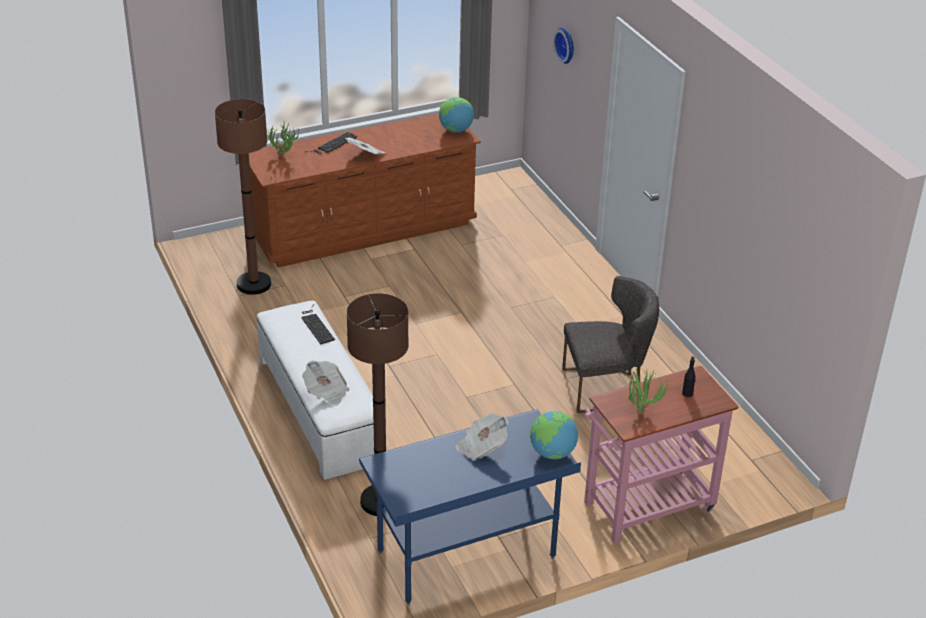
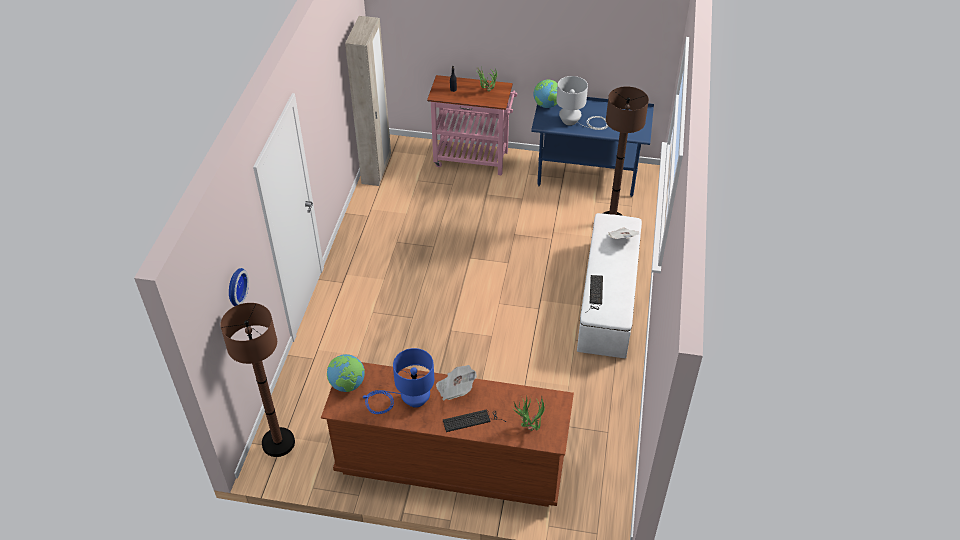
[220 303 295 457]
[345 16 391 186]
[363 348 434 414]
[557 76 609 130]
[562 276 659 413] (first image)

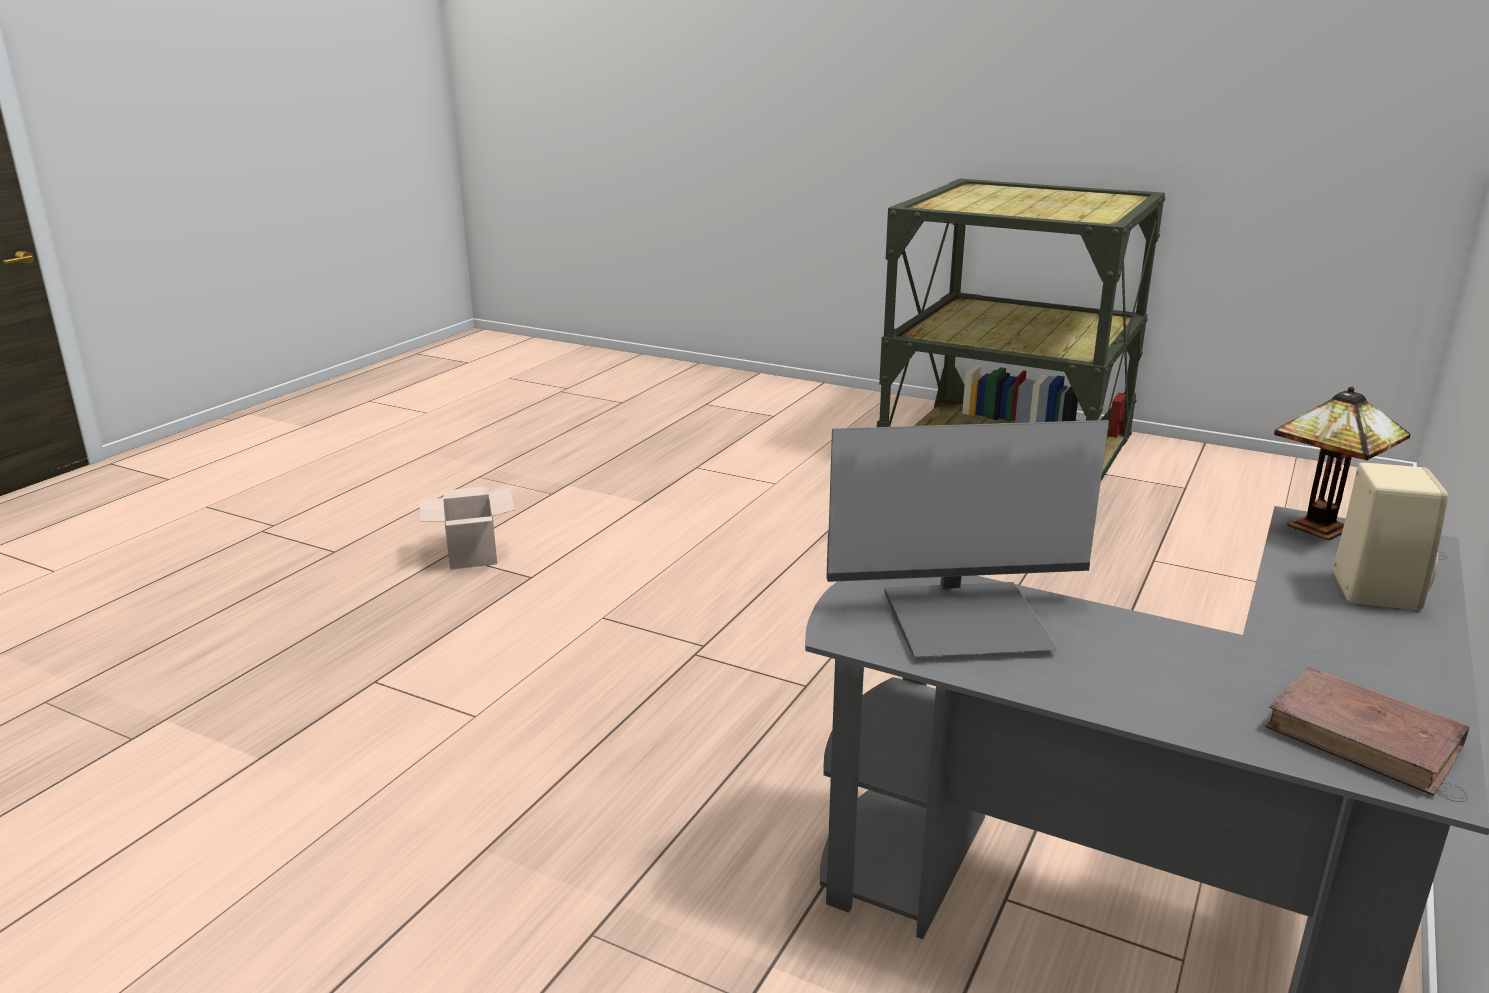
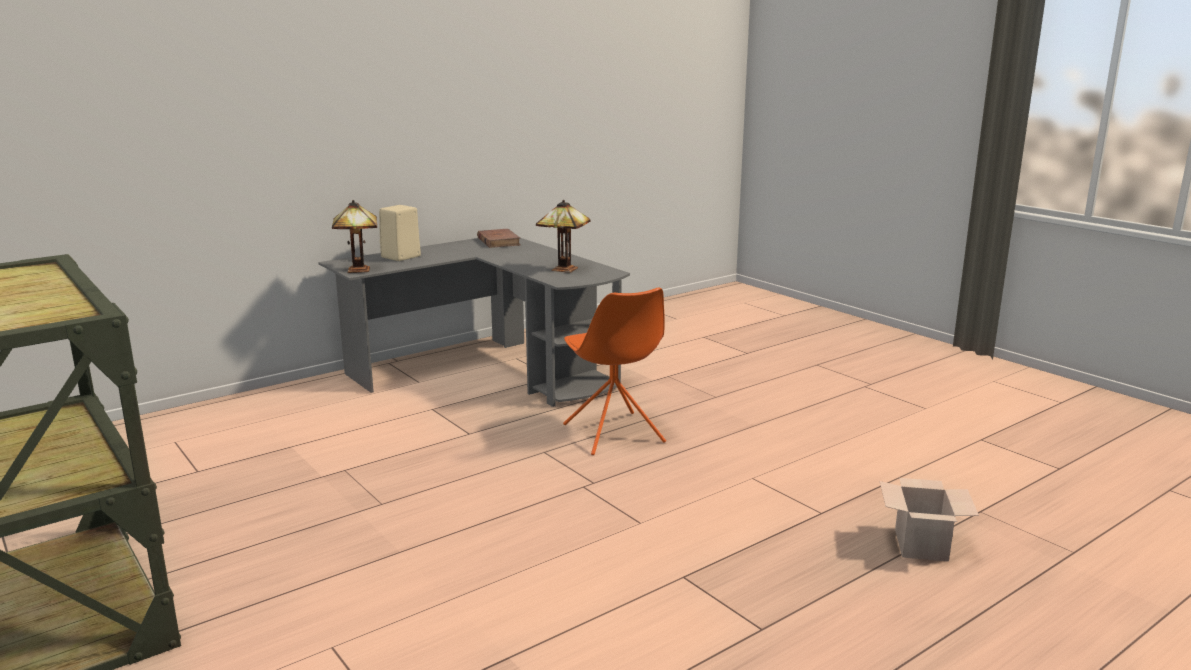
[536 200 591 273]
[563 288 666 455]
[879 478 979 562]

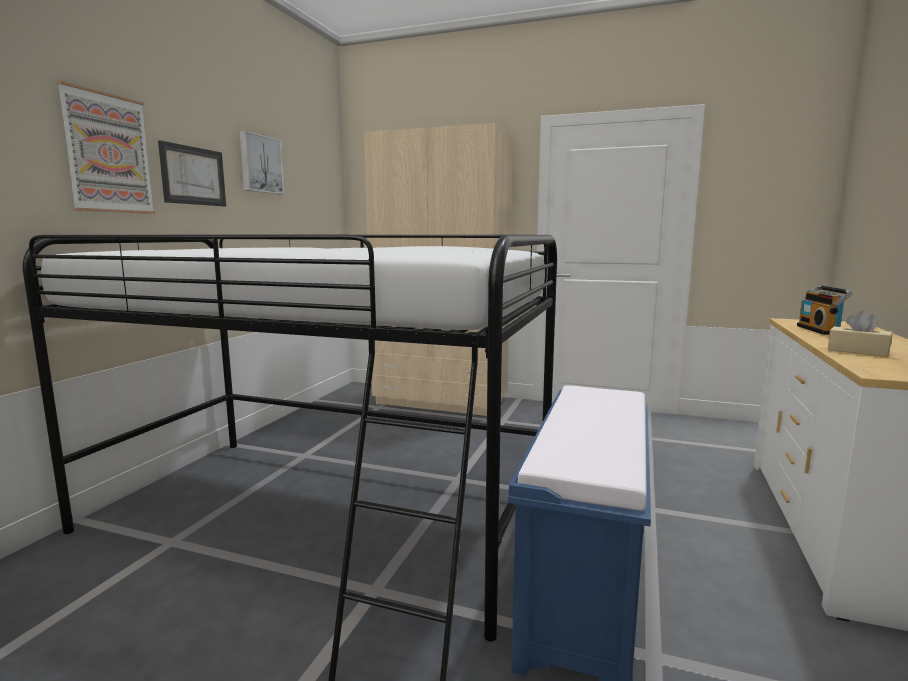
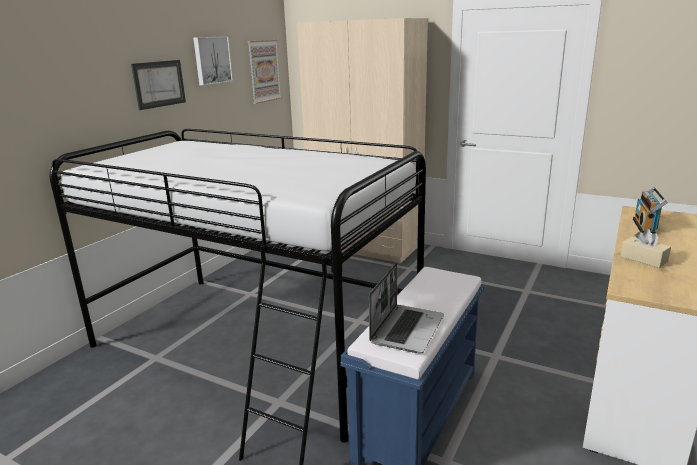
[247 40 282 104]
[369 263 444 353]

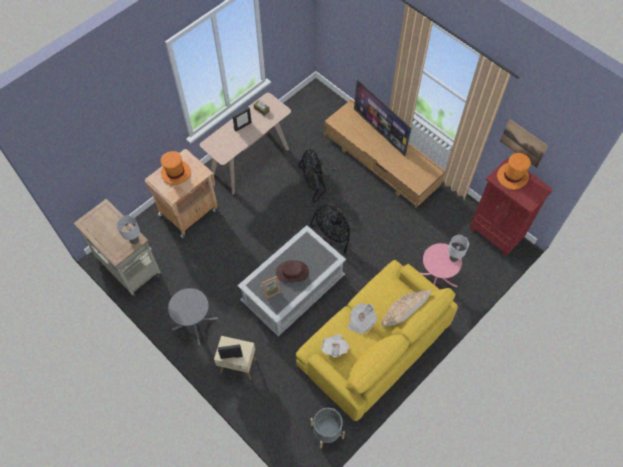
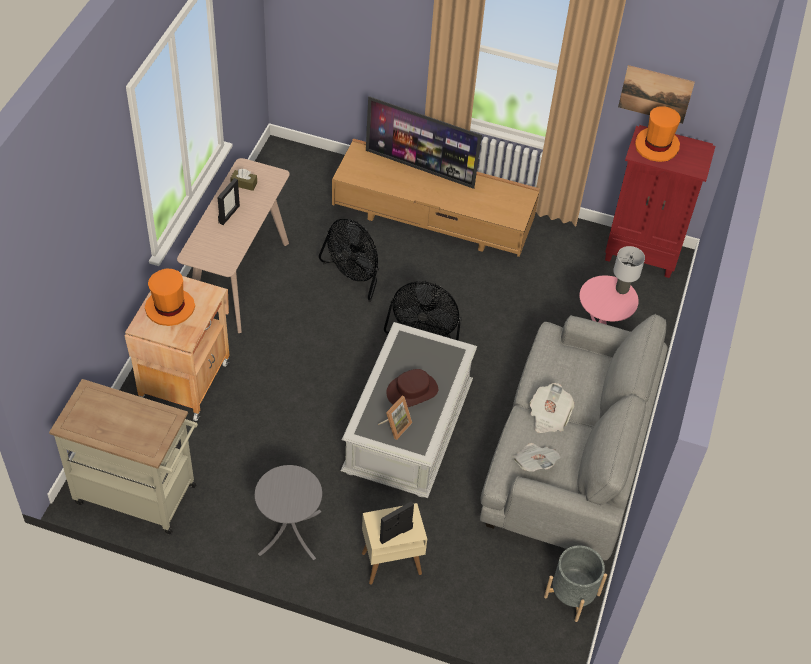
[480 314 668 561]
[117 215 140 244] (first image)
[382 290 432 326] (first image)

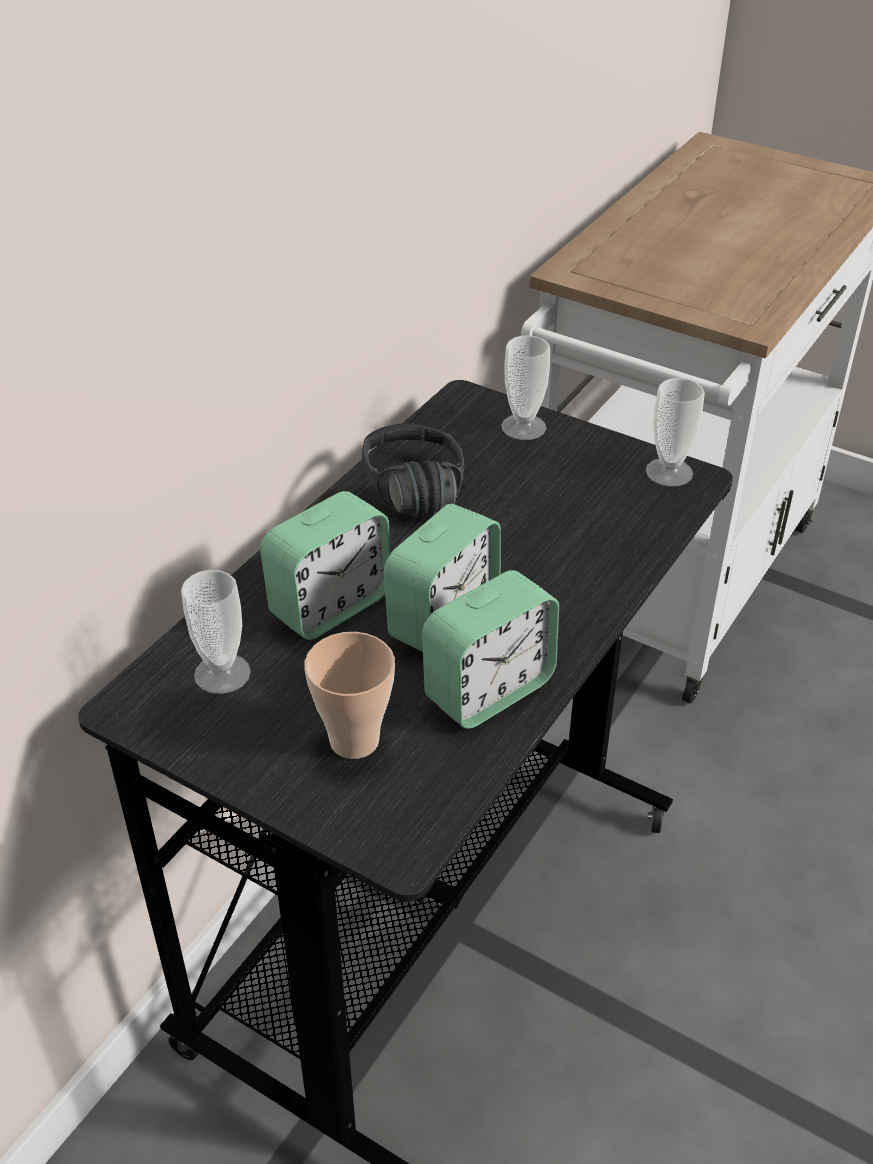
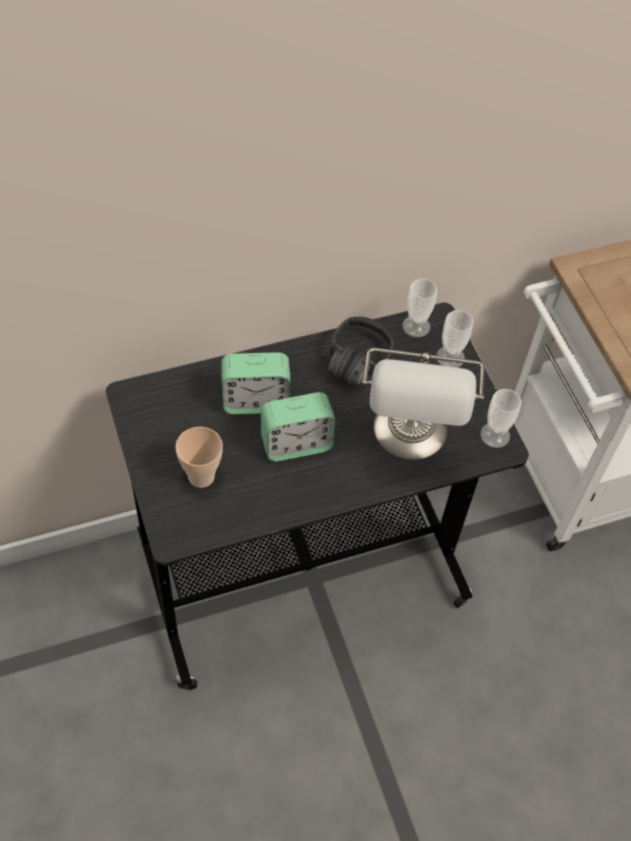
[362 348 485 460]
[403 279 437 337]
[422 570 559 729] (first image)

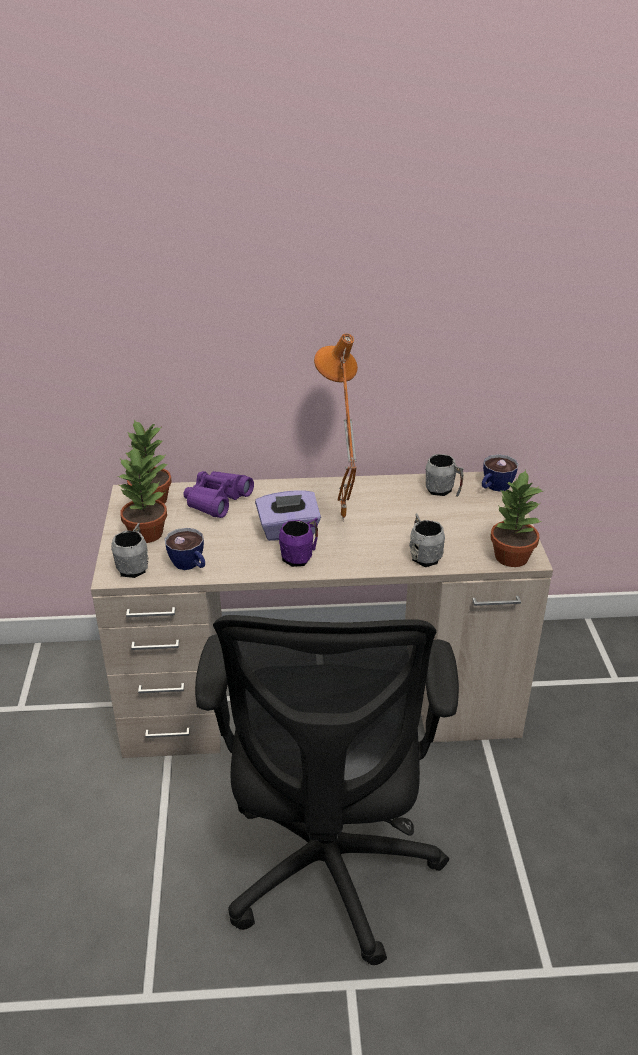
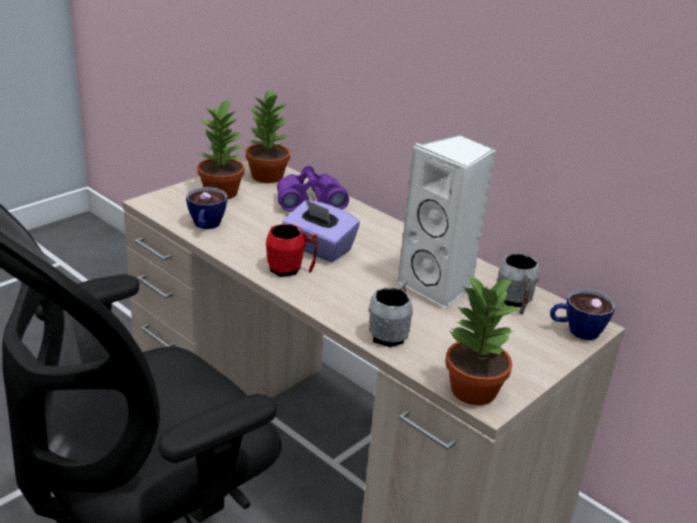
[266 224 318 277]
[398 135 496 309]
[111 523 149 578] (first image)
[314 333 358 522] (first image)

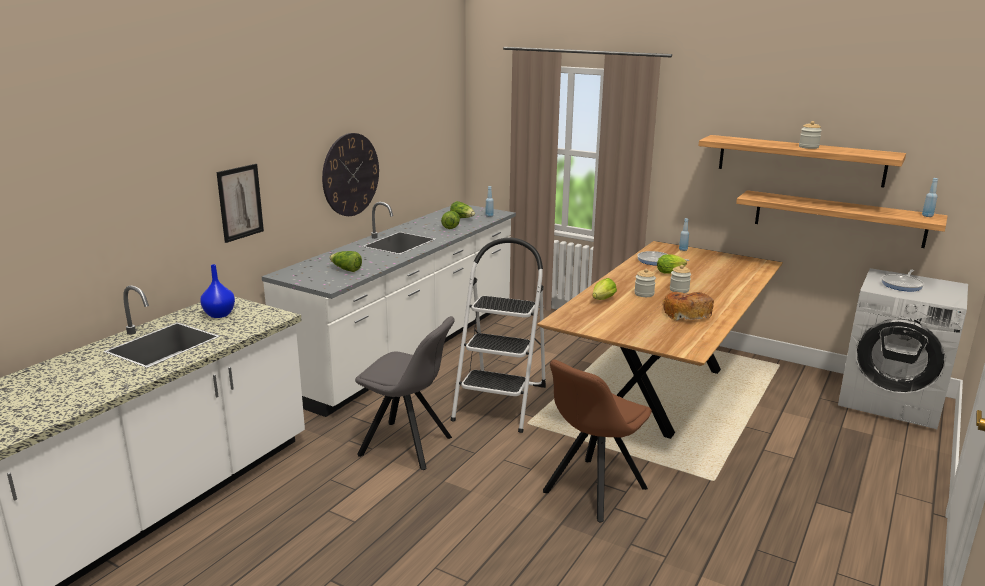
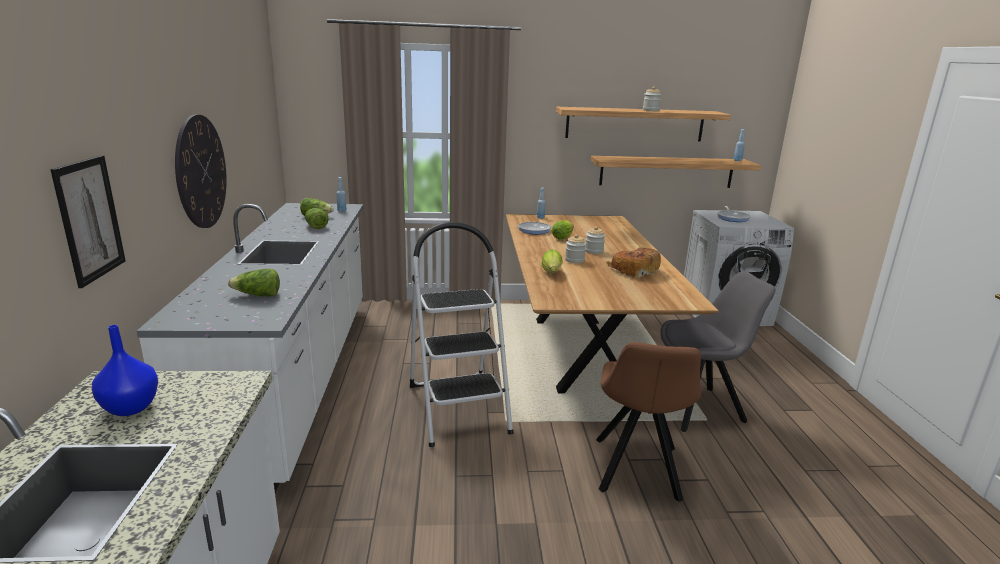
[660 271 776 432]

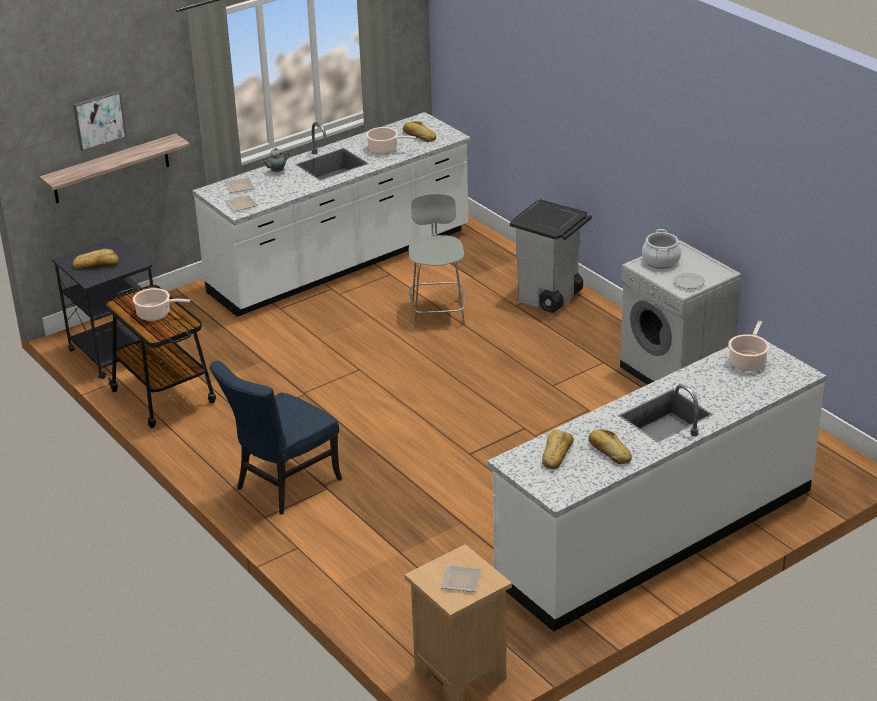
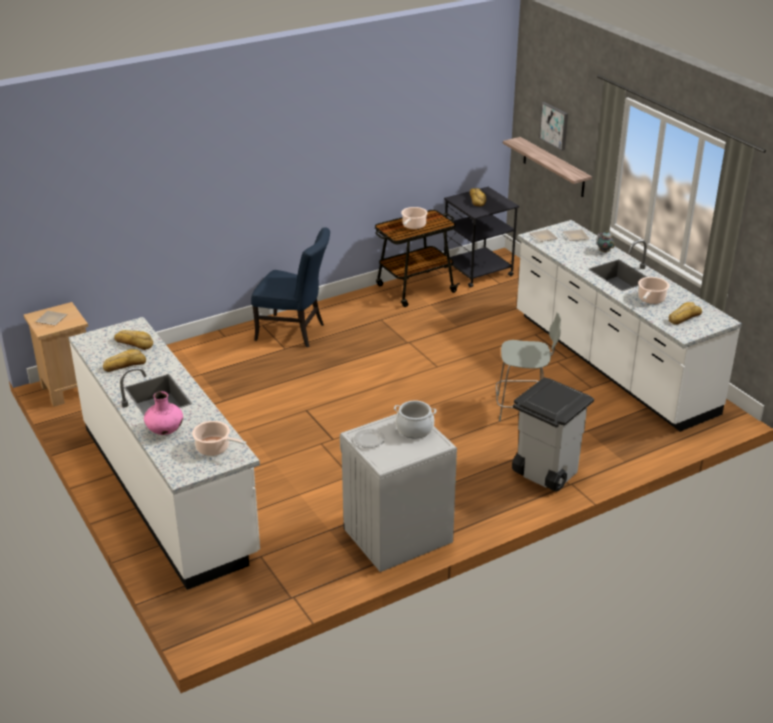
[144 391 183 435]
[251 227 330 347]

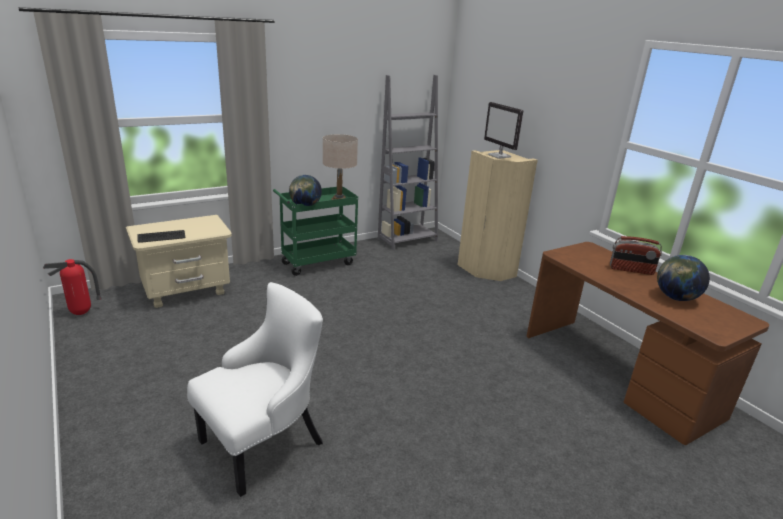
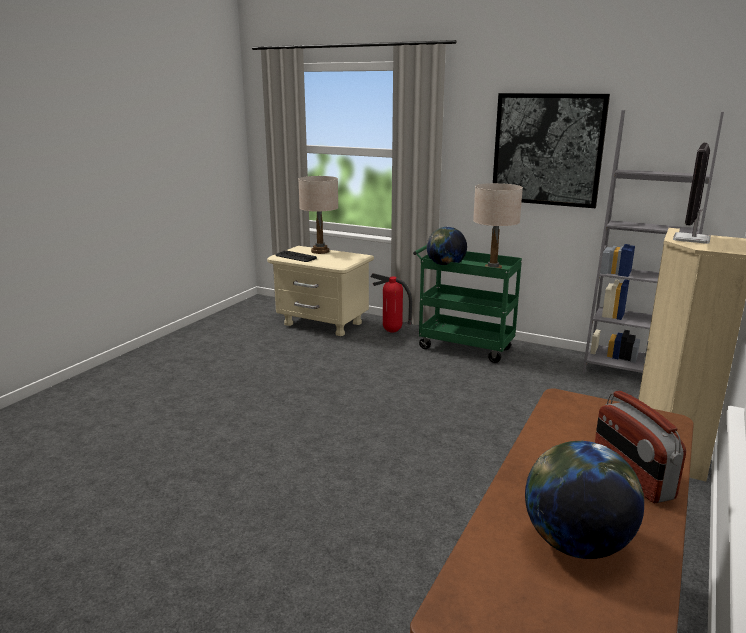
[298 176 339 254]
[371 273 412 333]
[493 93 610 208]
[187 282 323 497] (first image)

